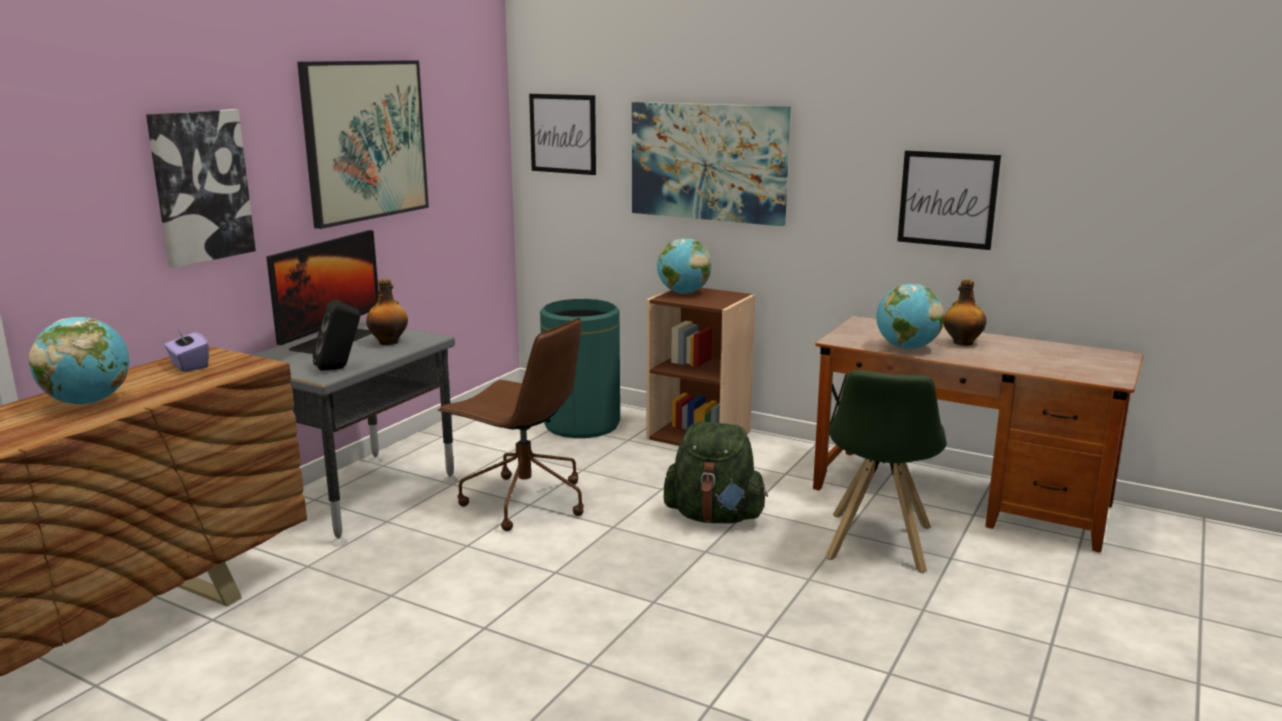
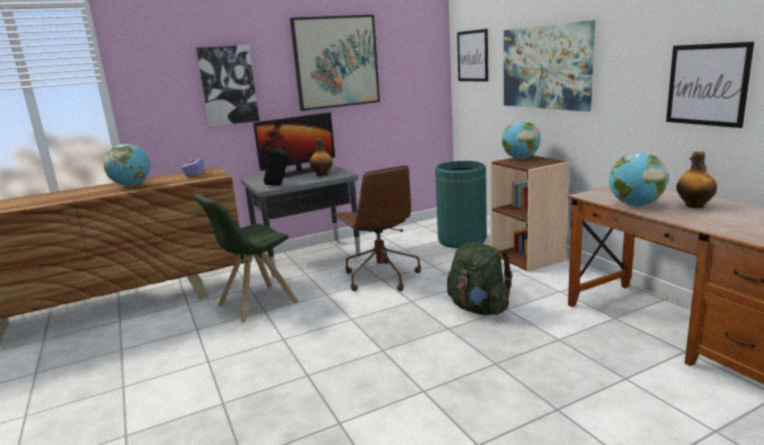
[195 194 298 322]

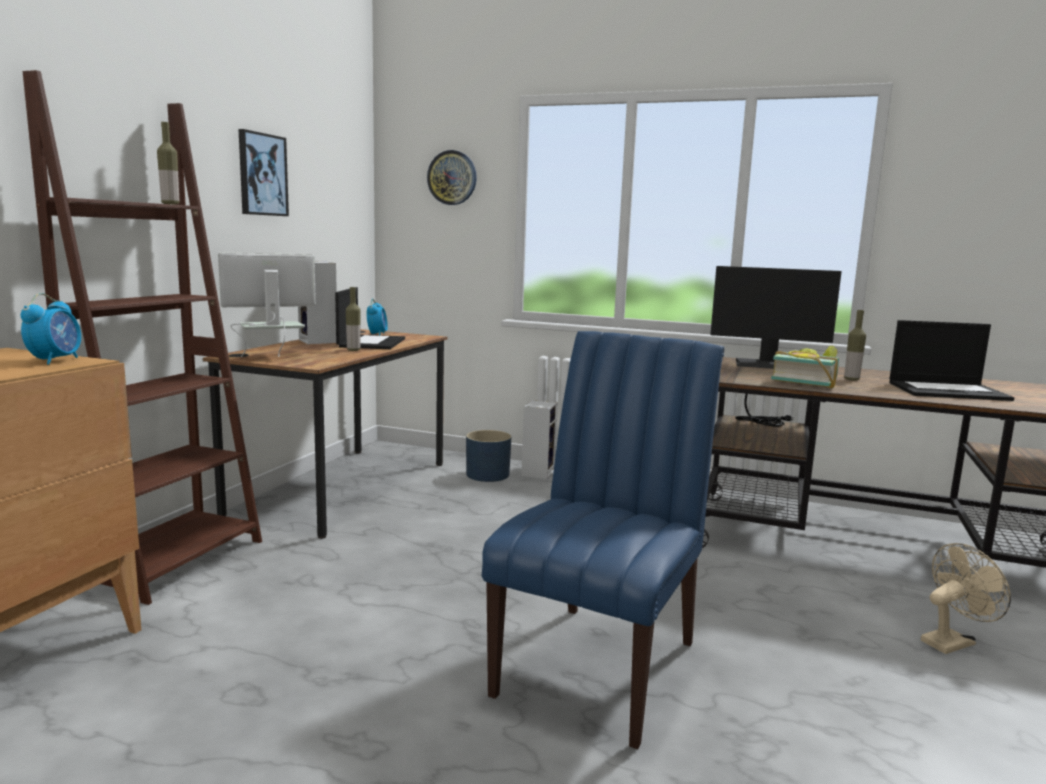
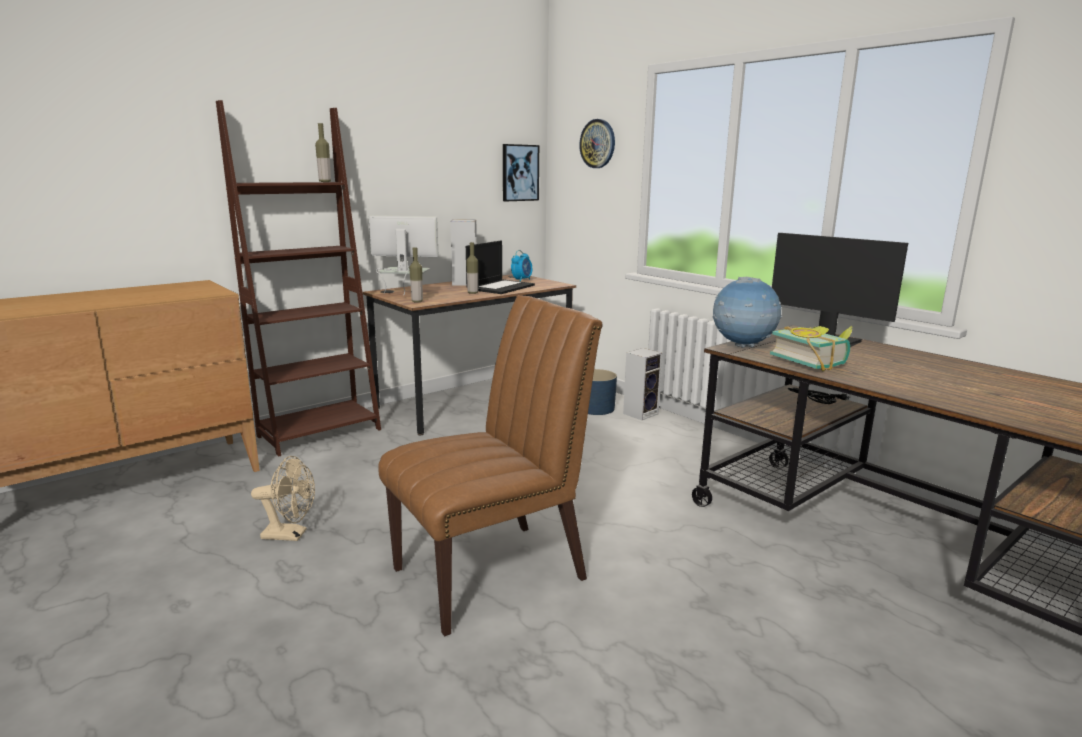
[251 456 315 541]
[378 295 603 637]
[410 247 423 303]
[503 144 539 201]
[712 277 783 348]
[21 293 81 365] (first image)
[889 320 1015 401] (first image)

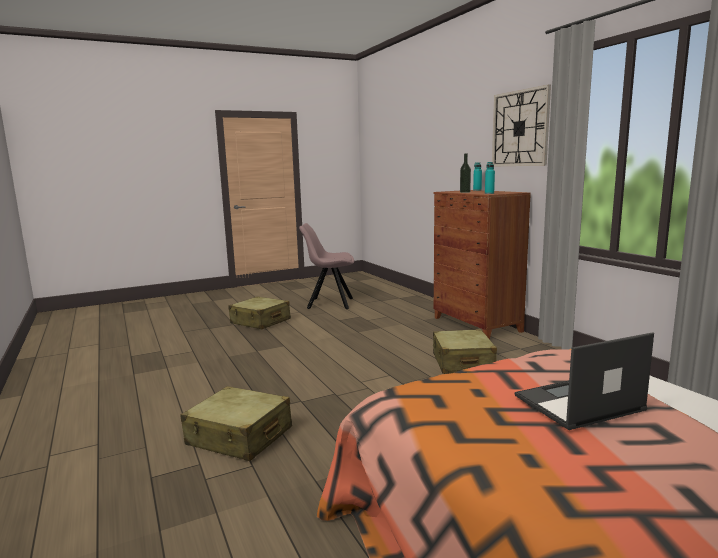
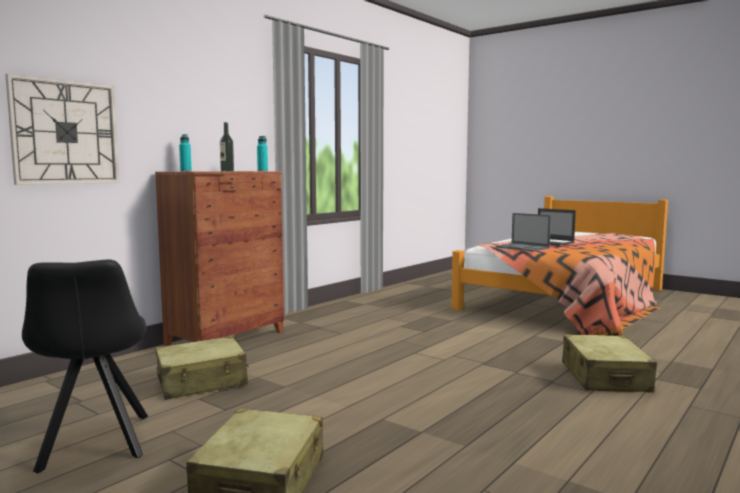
[5 74 119 185]
[22 260 148 473]
[156 336 249 400]
[495 213 551 252]

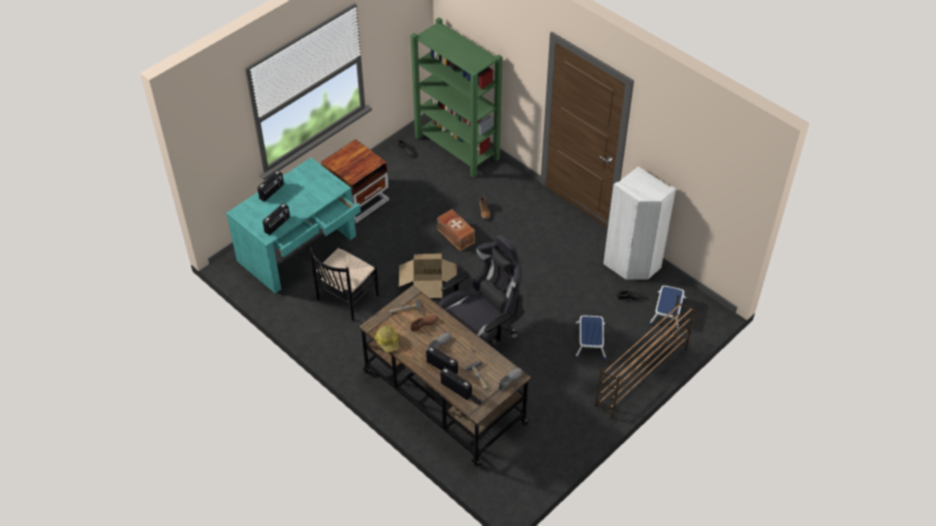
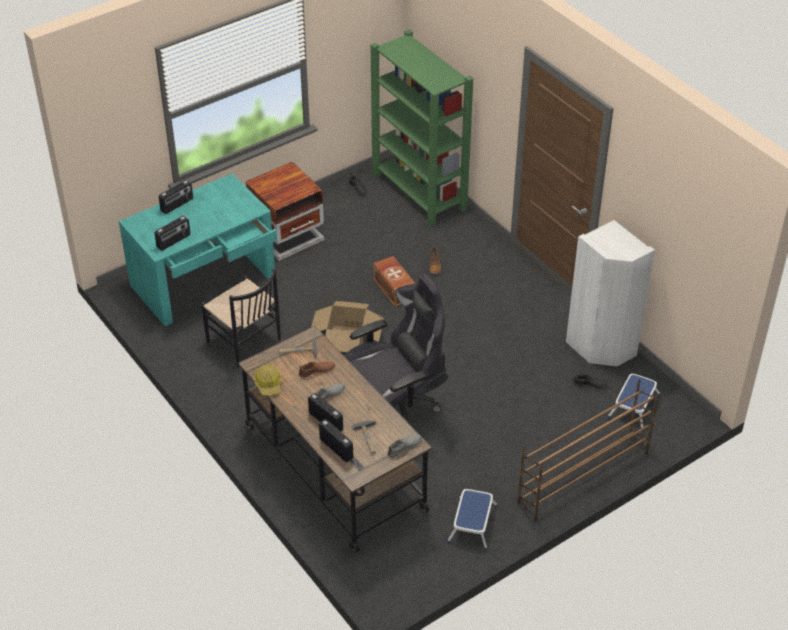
[201 268 281 367]
[446 489 499 551]

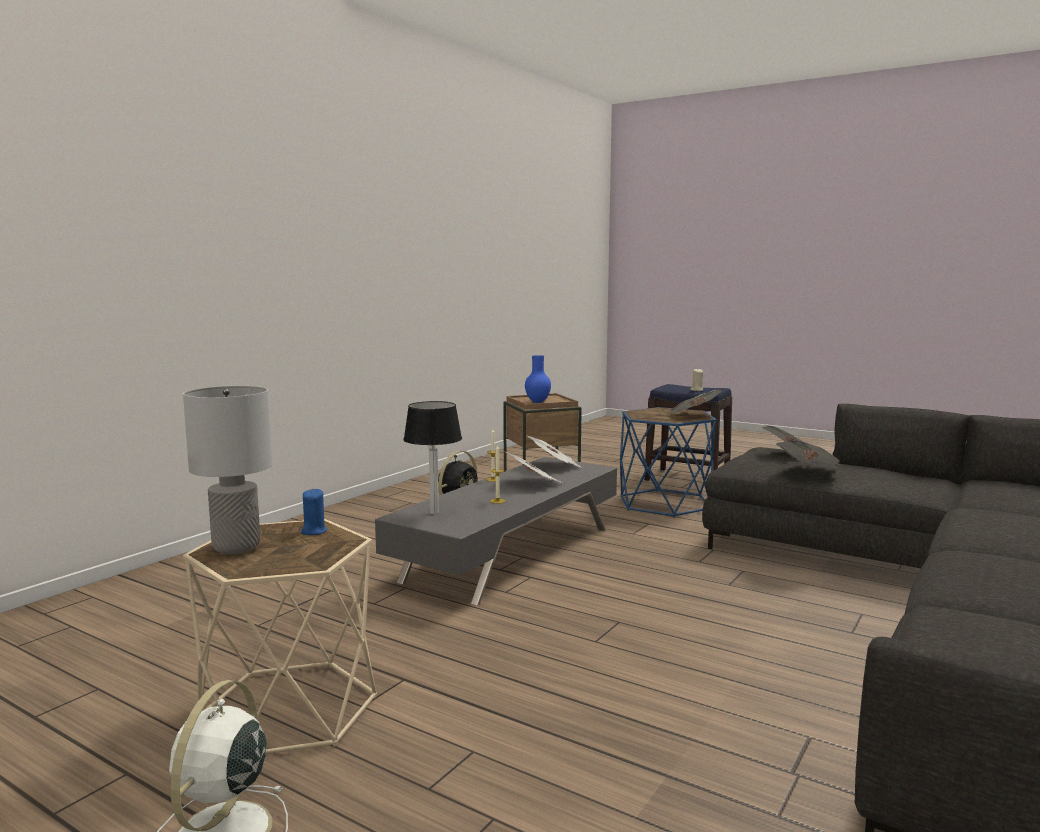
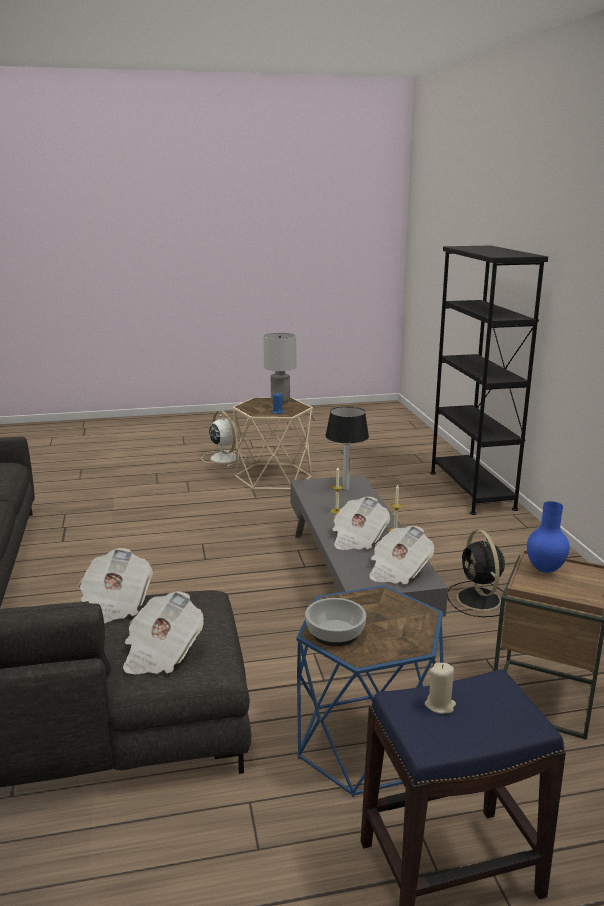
[305 598 366 646]
[430 245 548 515]

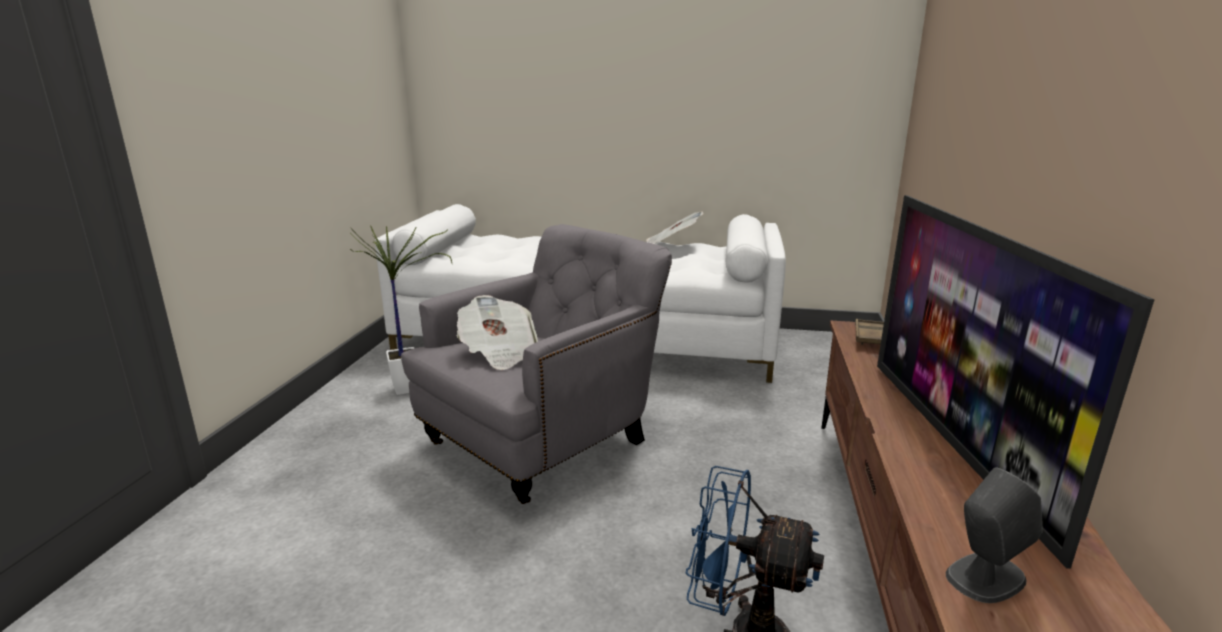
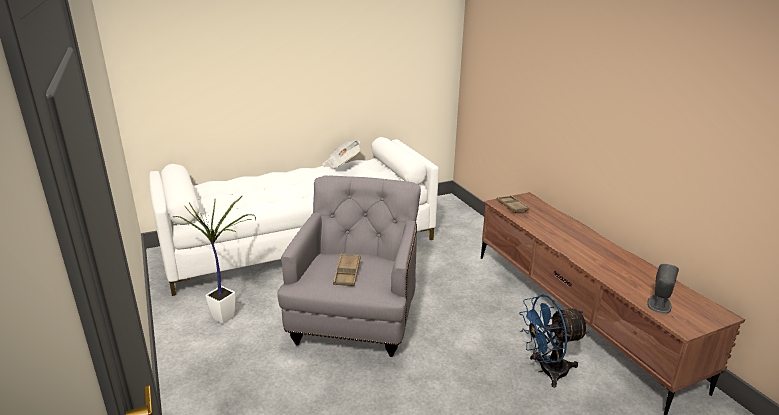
[333 253 361 286]
[877 195 1155 568] (first image)

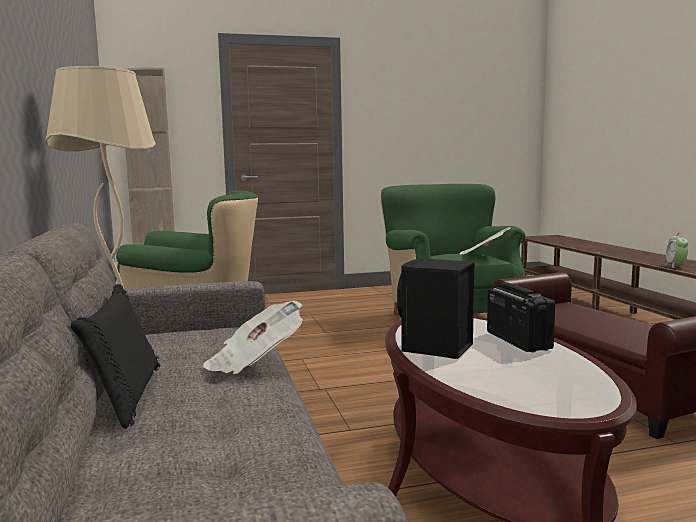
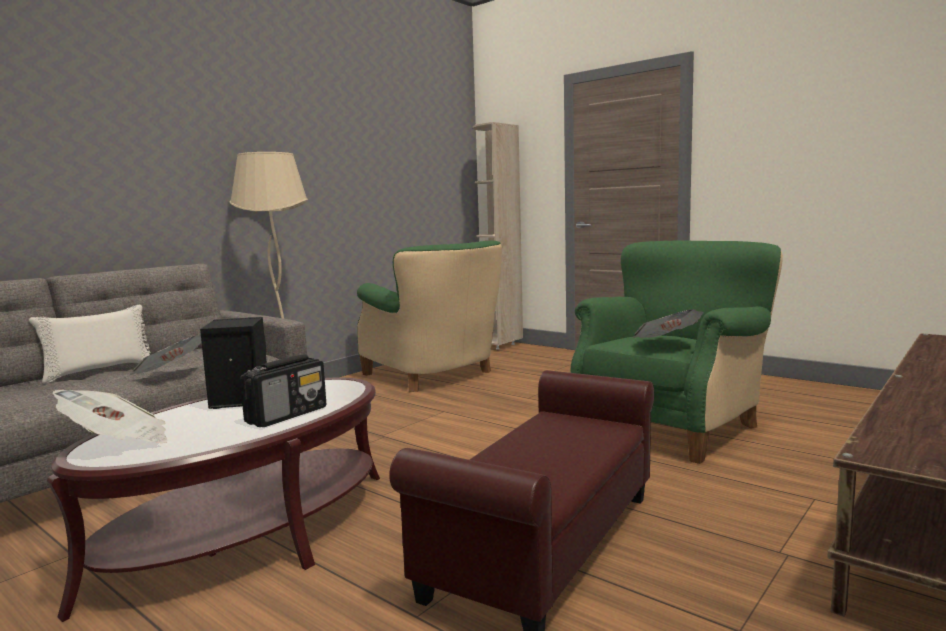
[29 305 150 383]
[52 390 168 443]
[665 233 688 268] (first image)

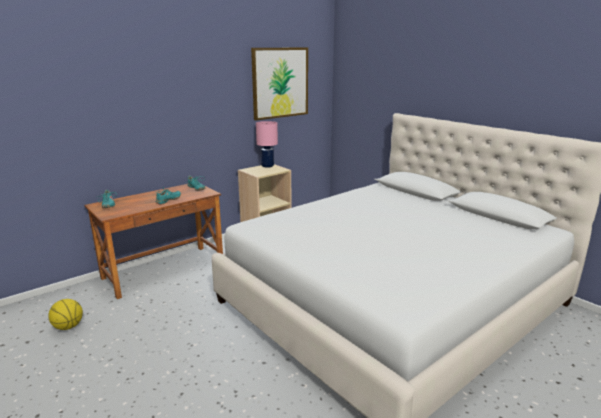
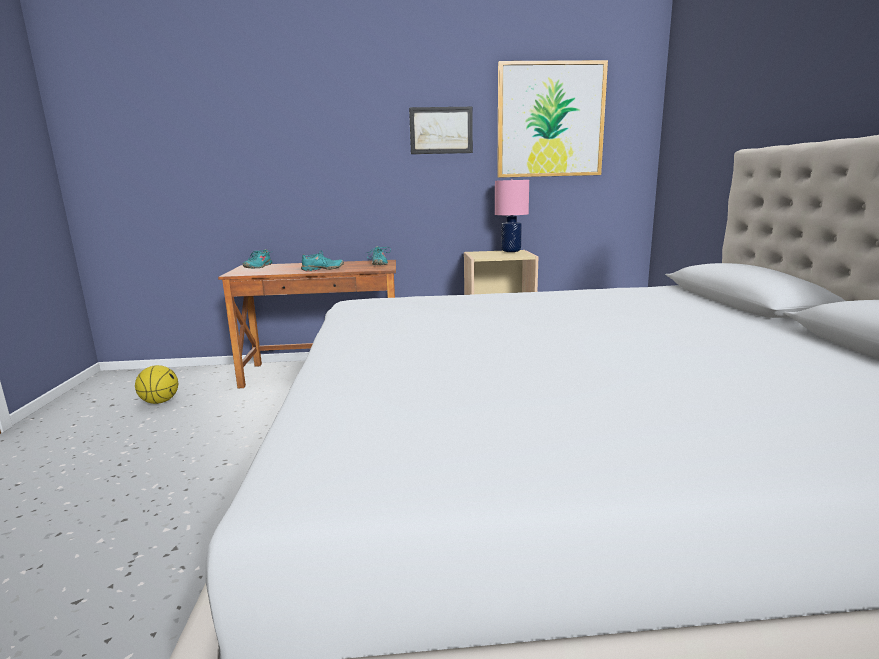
[409 107 473 154]

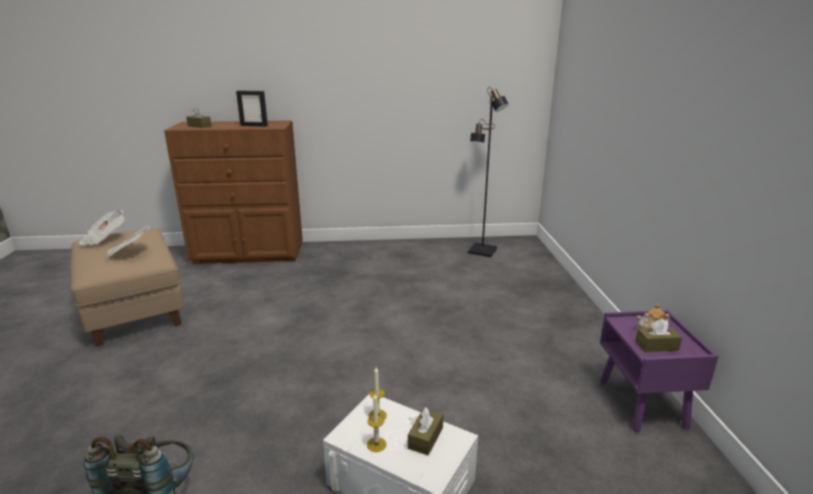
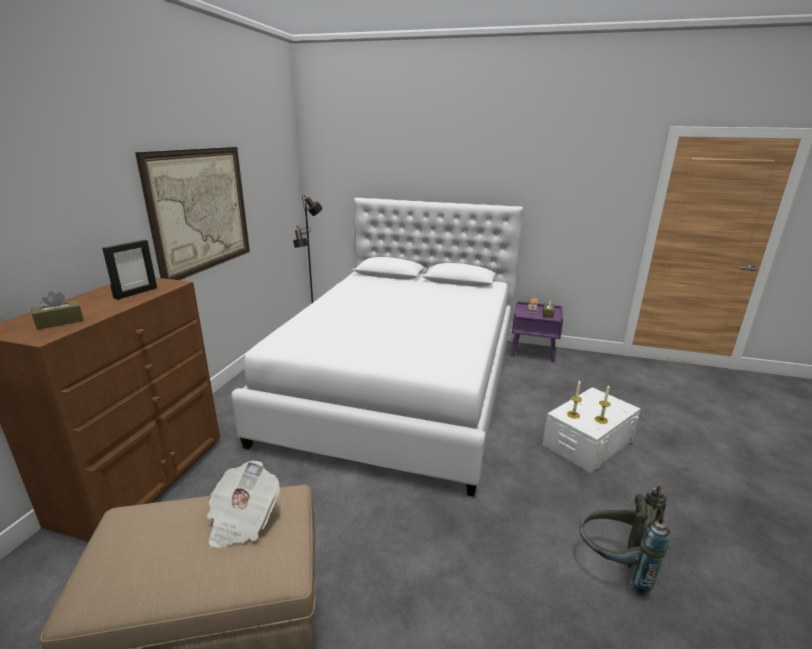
[135 147 250 280]
[231 198 523 497]
[79 210 125 245] (first image)
[408 407 443 455] (first image)

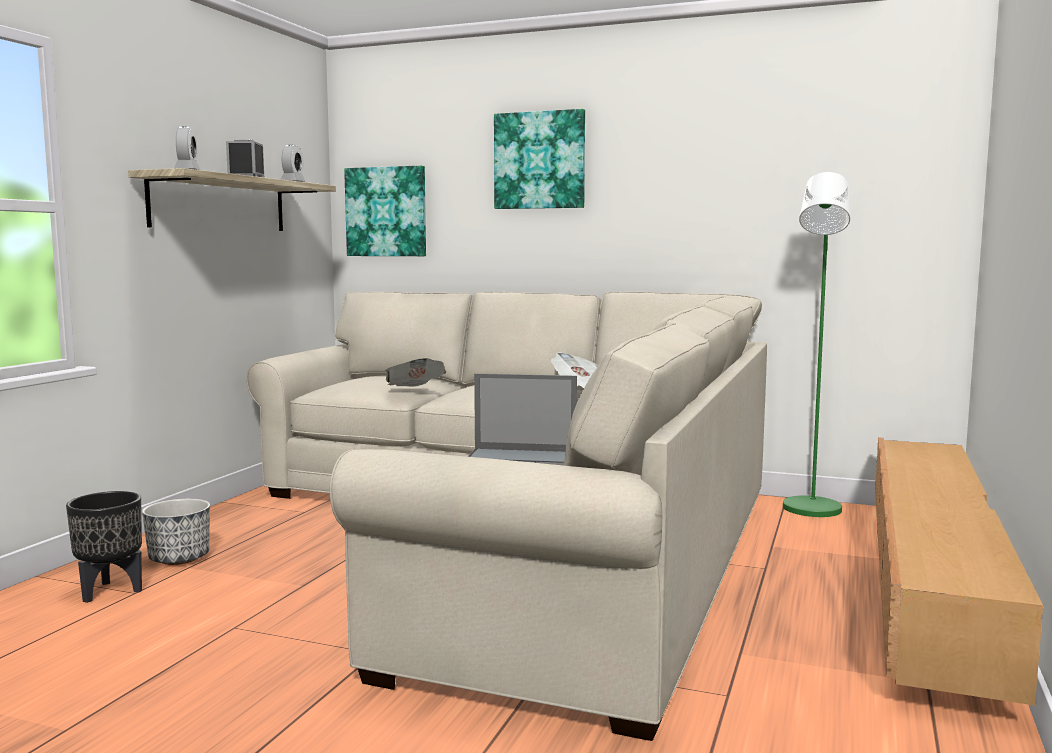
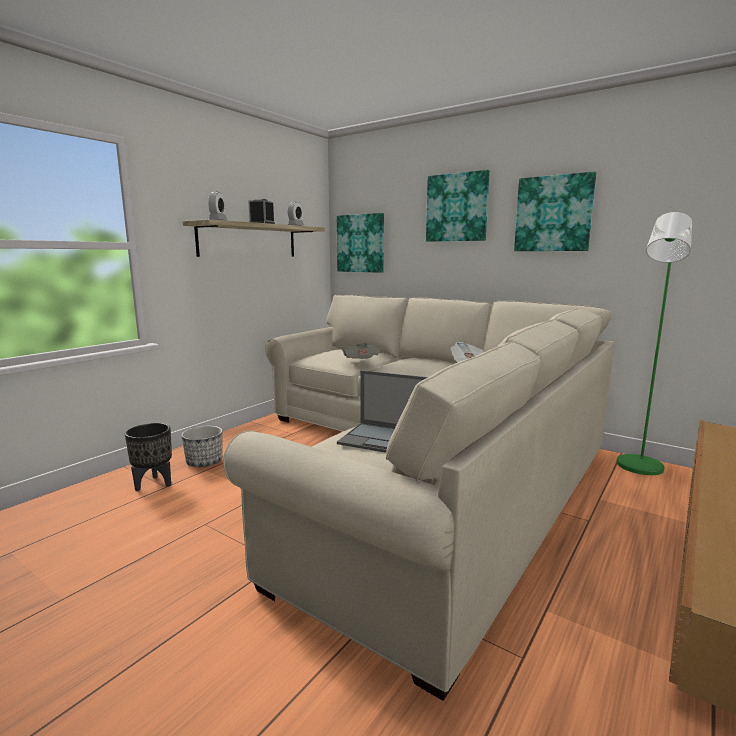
[514 171 597 251]

